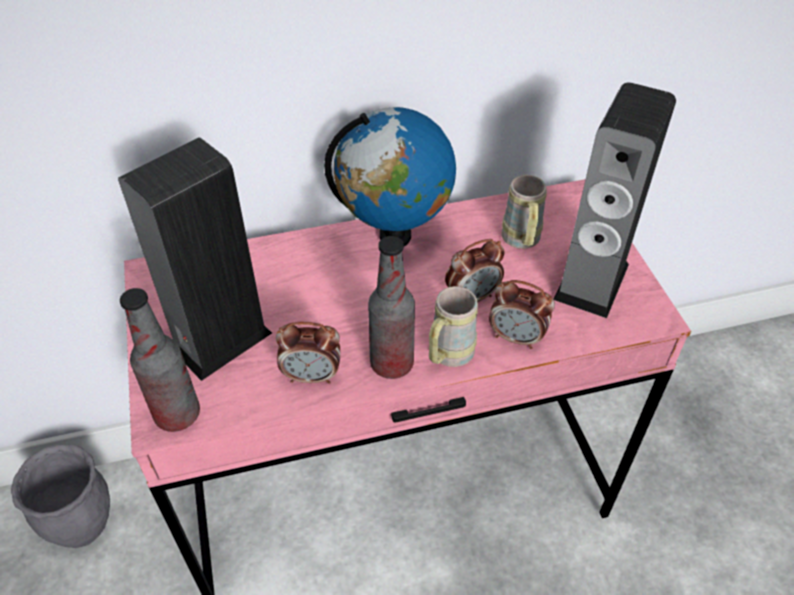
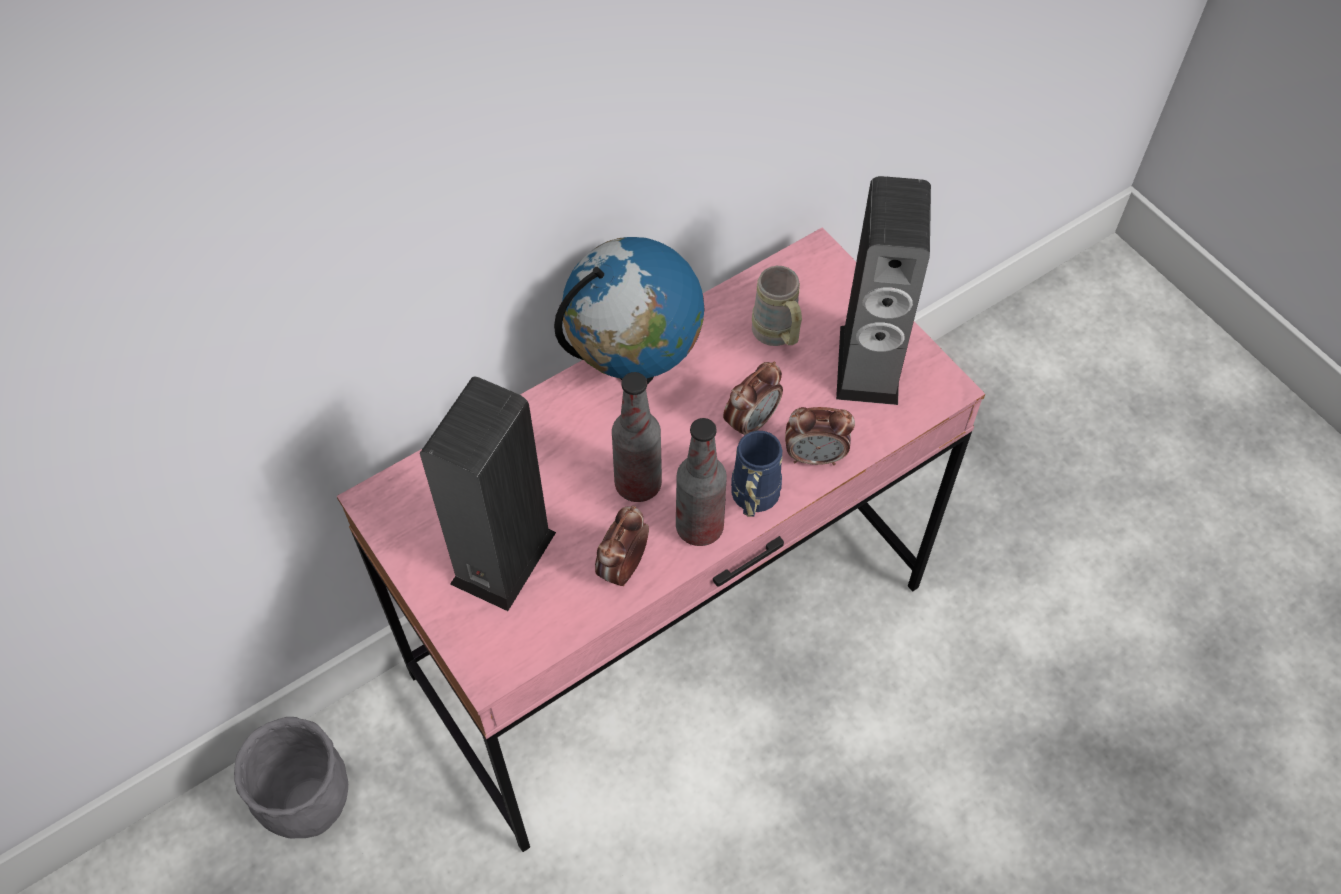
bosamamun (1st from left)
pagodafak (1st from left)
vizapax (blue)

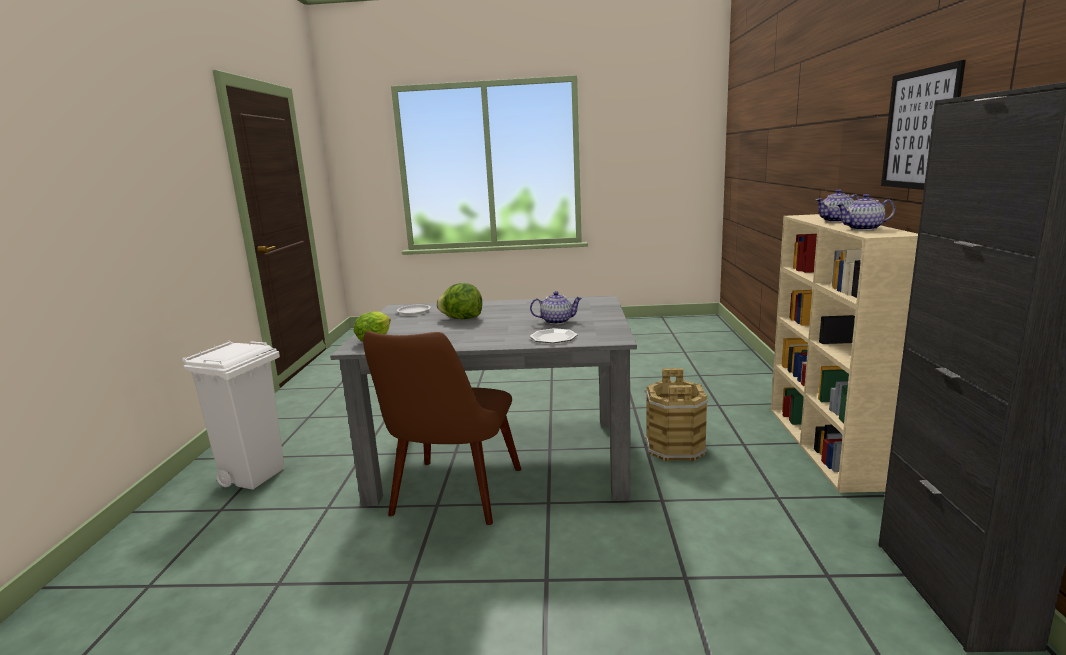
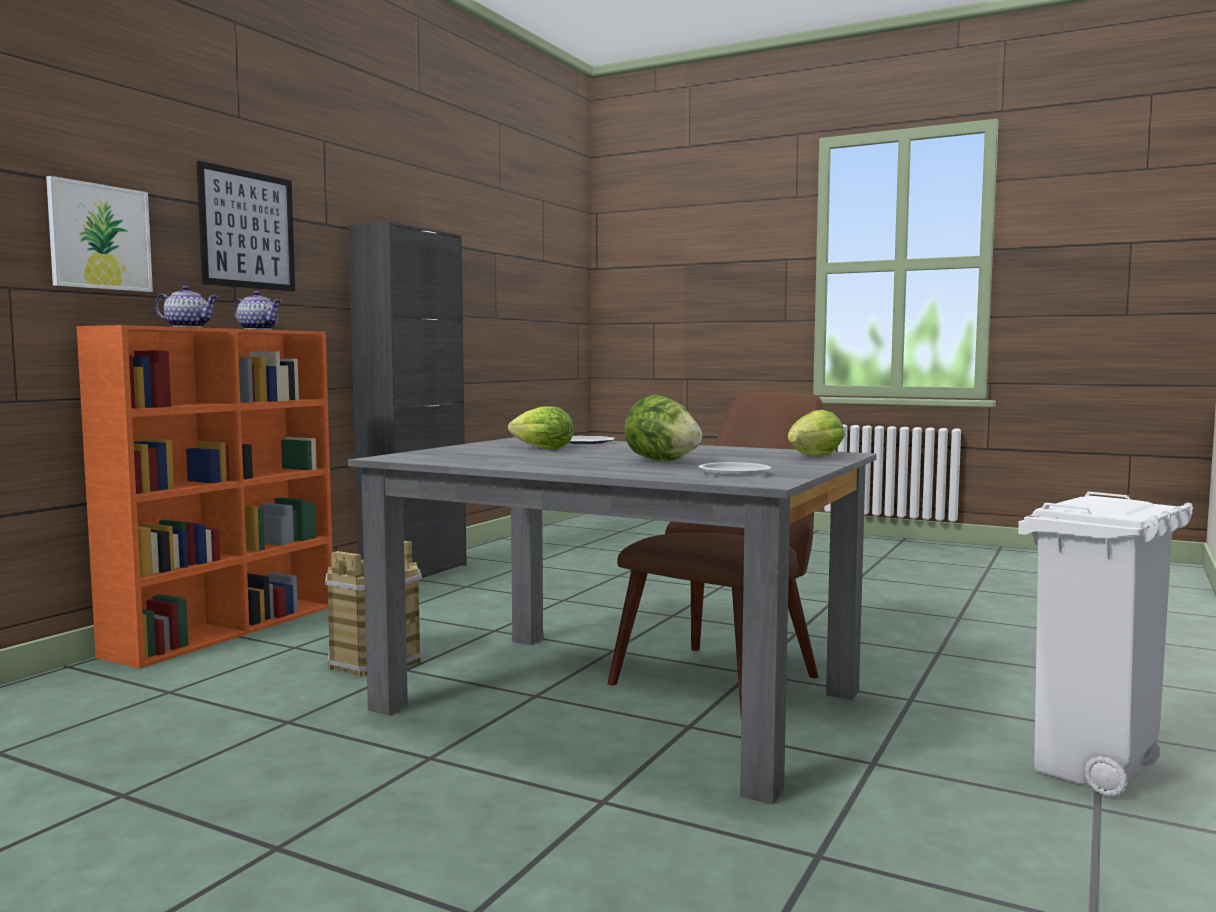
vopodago (1st from left)
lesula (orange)
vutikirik (1st from left)

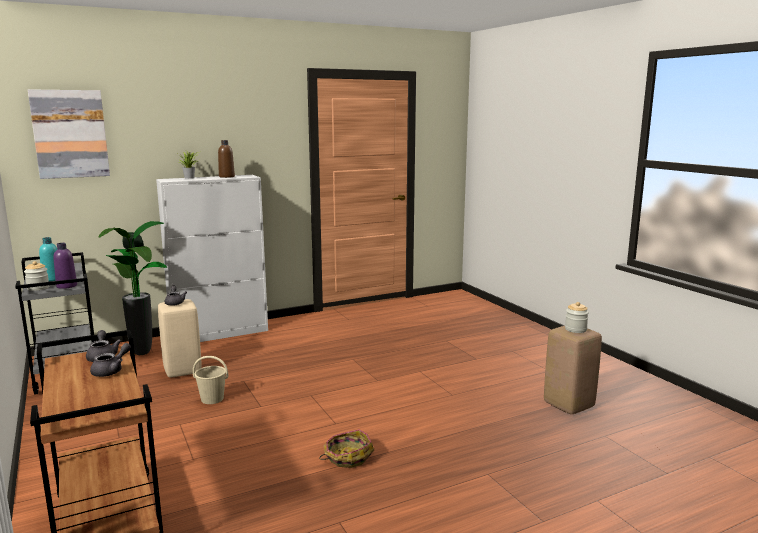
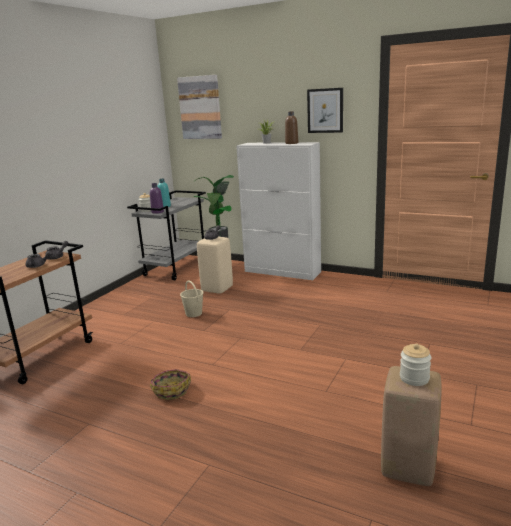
vopodago (2nd from left)

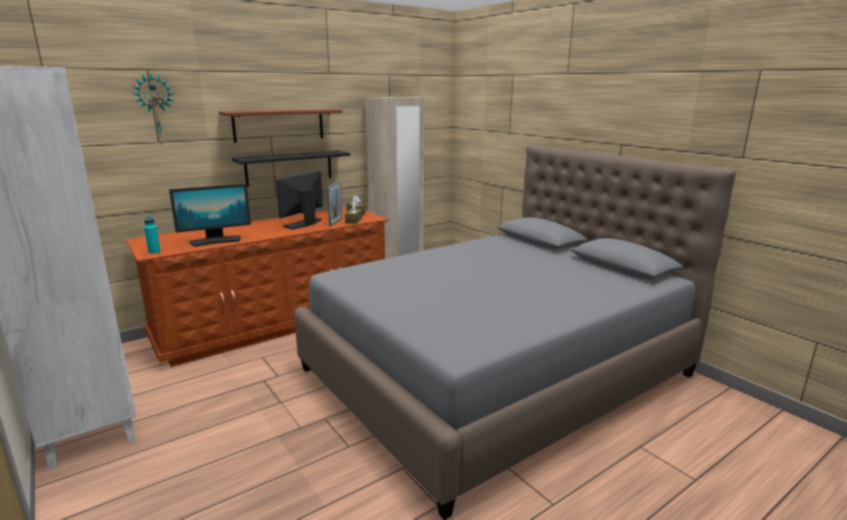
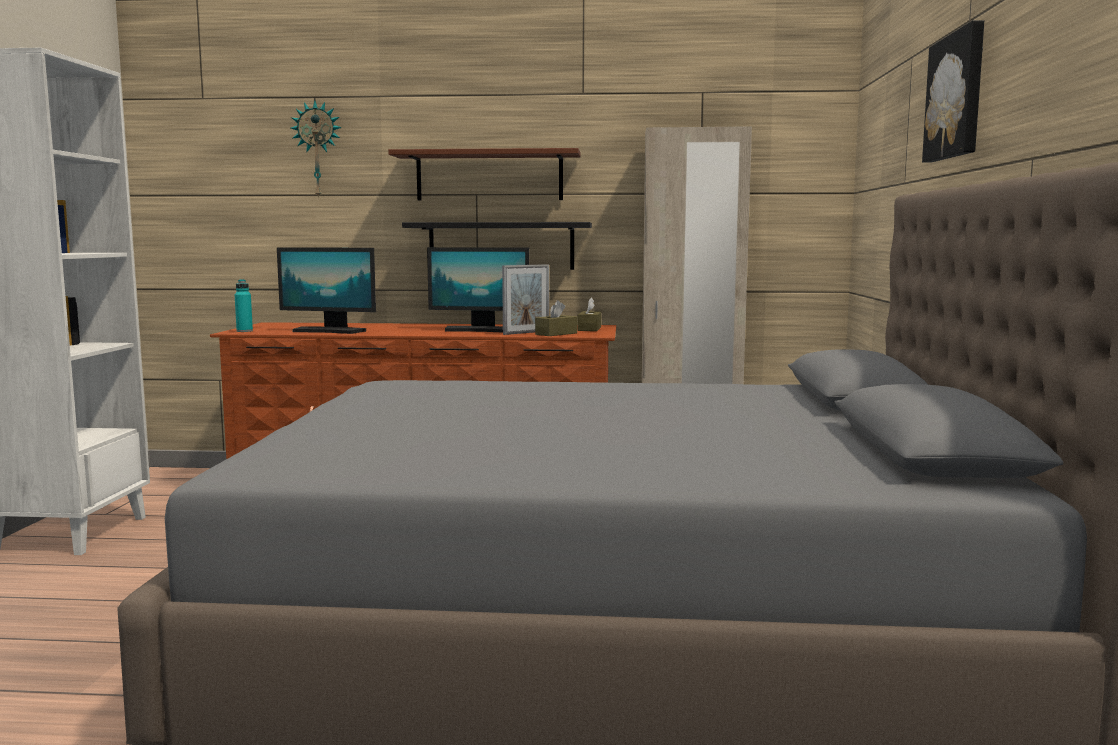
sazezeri (2nd from left)
vopodago

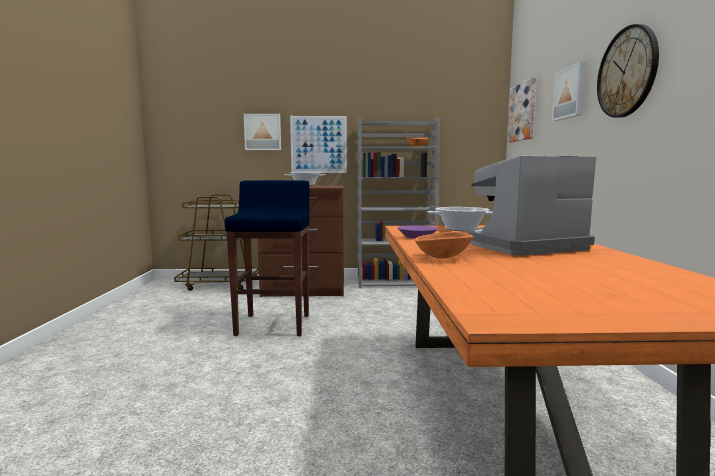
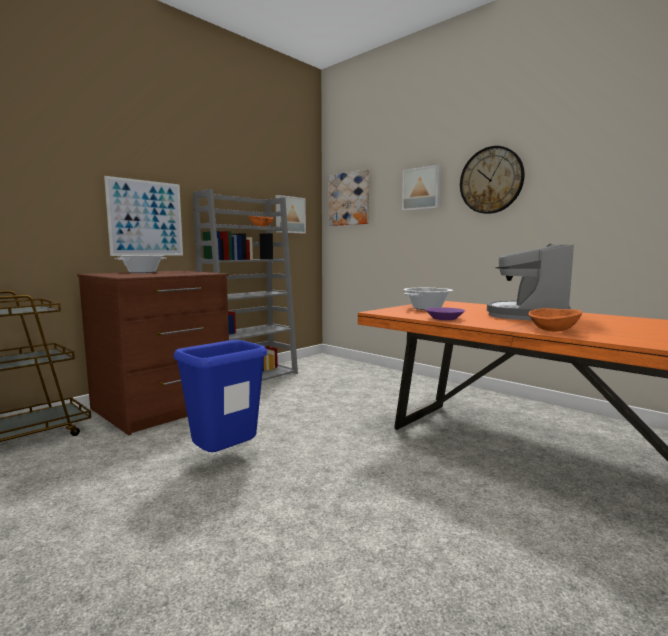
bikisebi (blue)
vopodago (2nd from left)

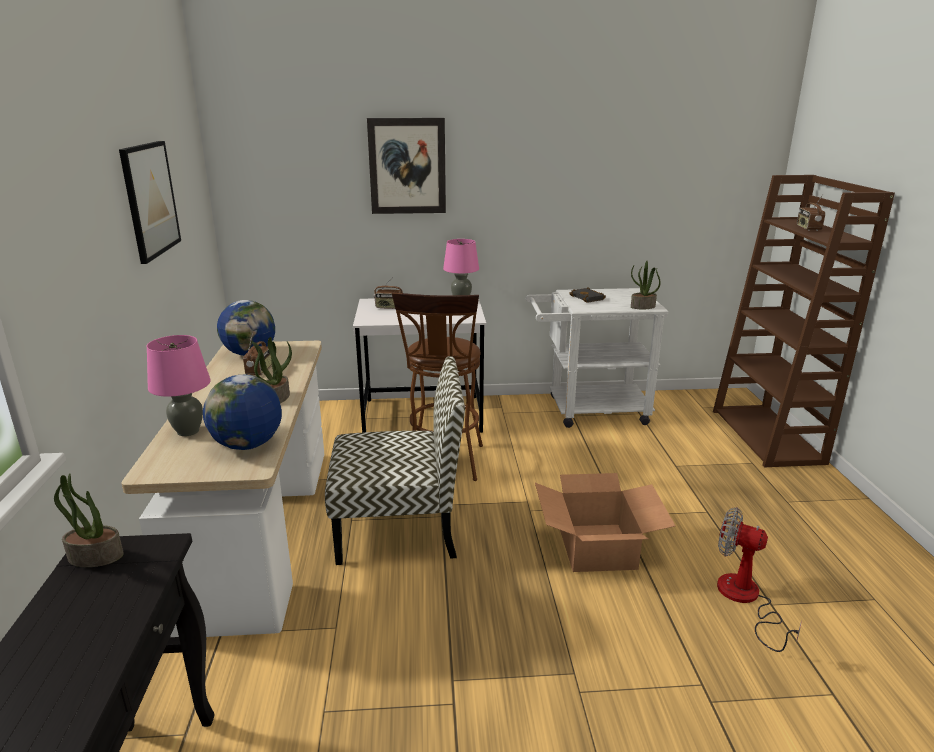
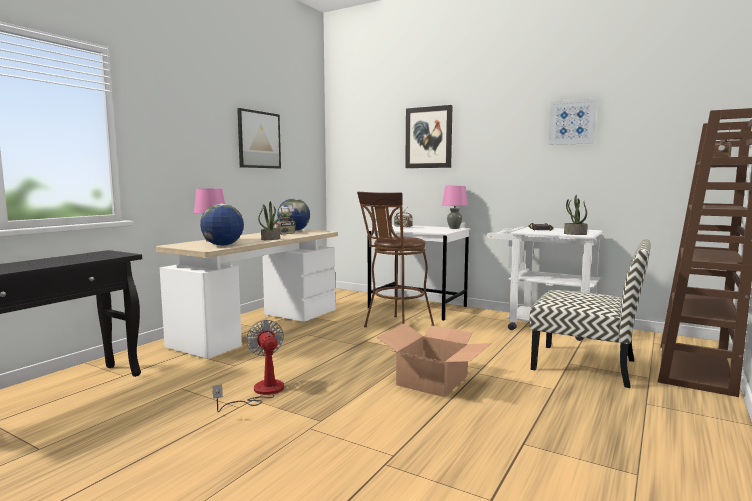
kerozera
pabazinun
vopodago (3rd from left)
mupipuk (1st from left in the first image)

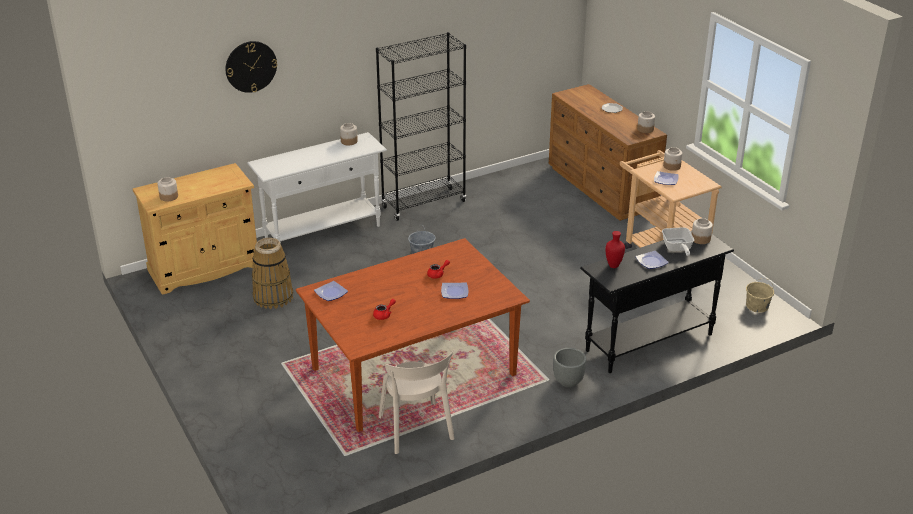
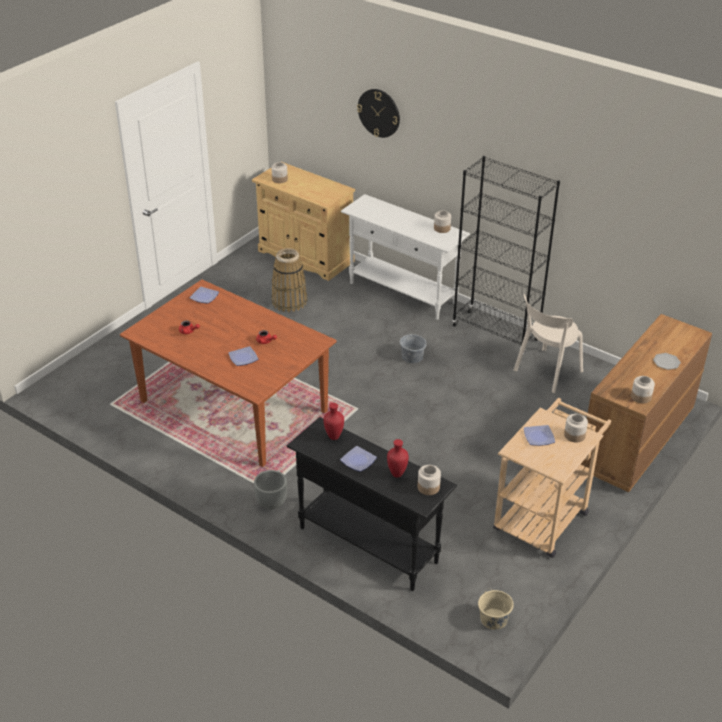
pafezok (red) (2nd from left)
pabazinun (beige)

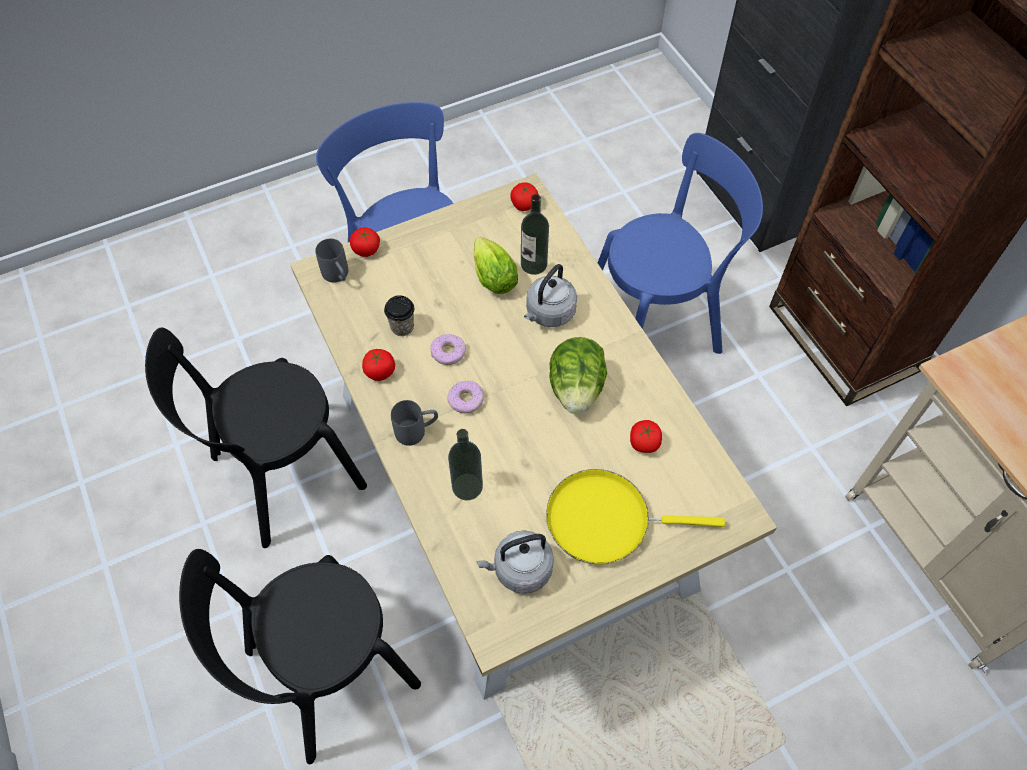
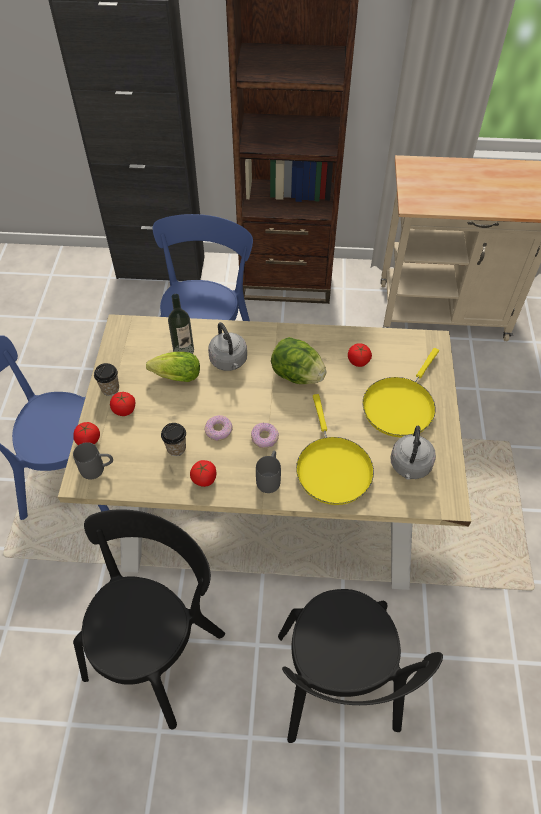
pabazinun (black) (1st from left)
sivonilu (1st from left)
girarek (2nd from left)
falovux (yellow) (1st from left)

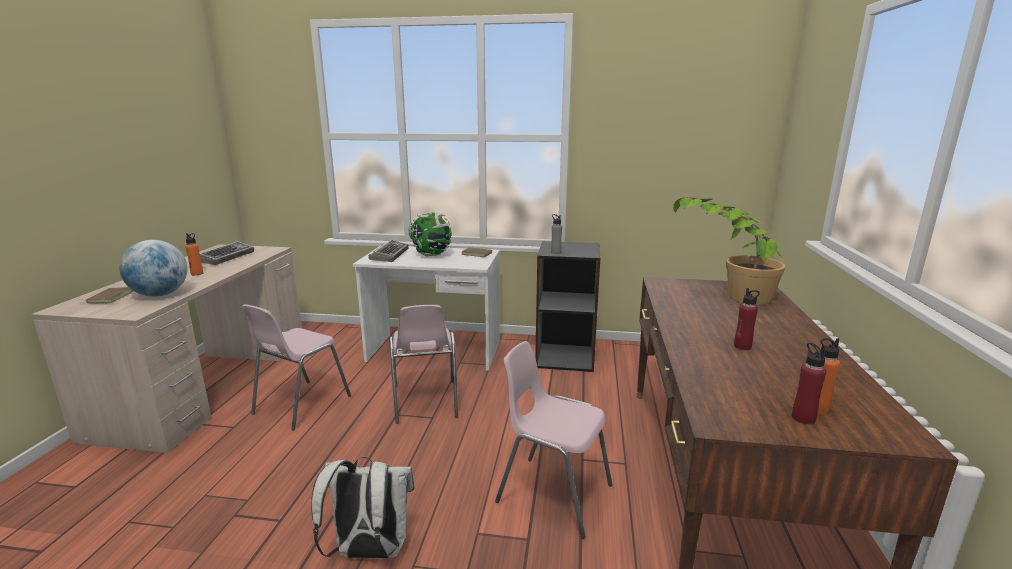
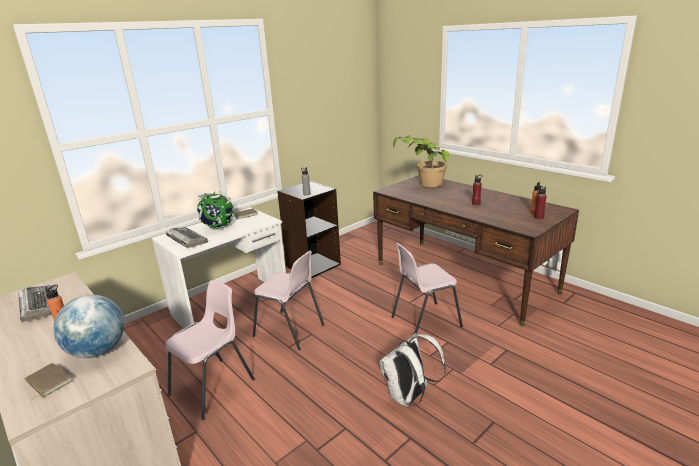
pabazinun (pink) (1st from left)

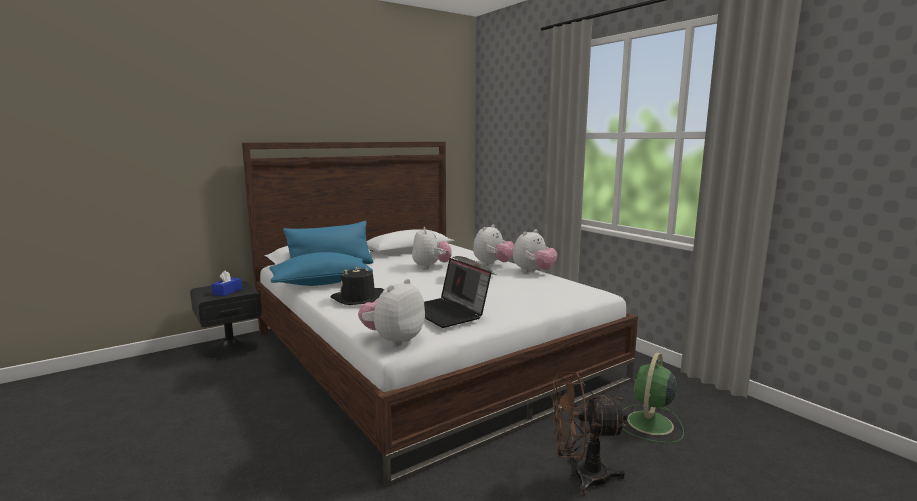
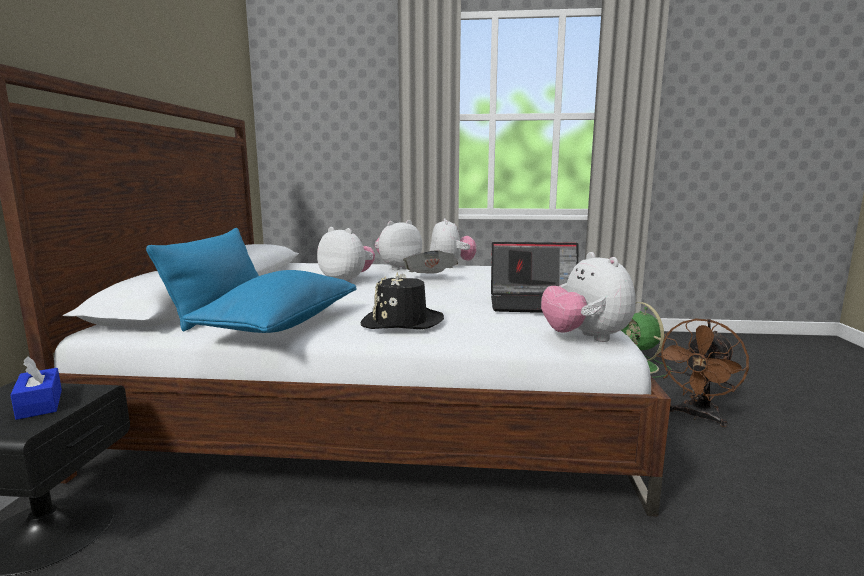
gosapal (2nd from left)

